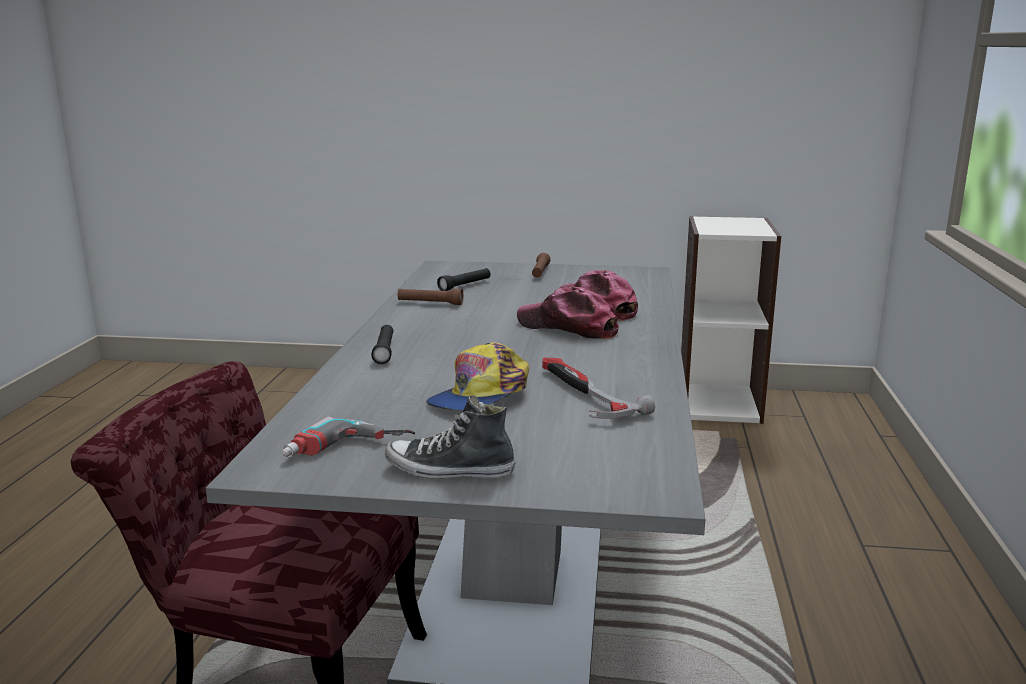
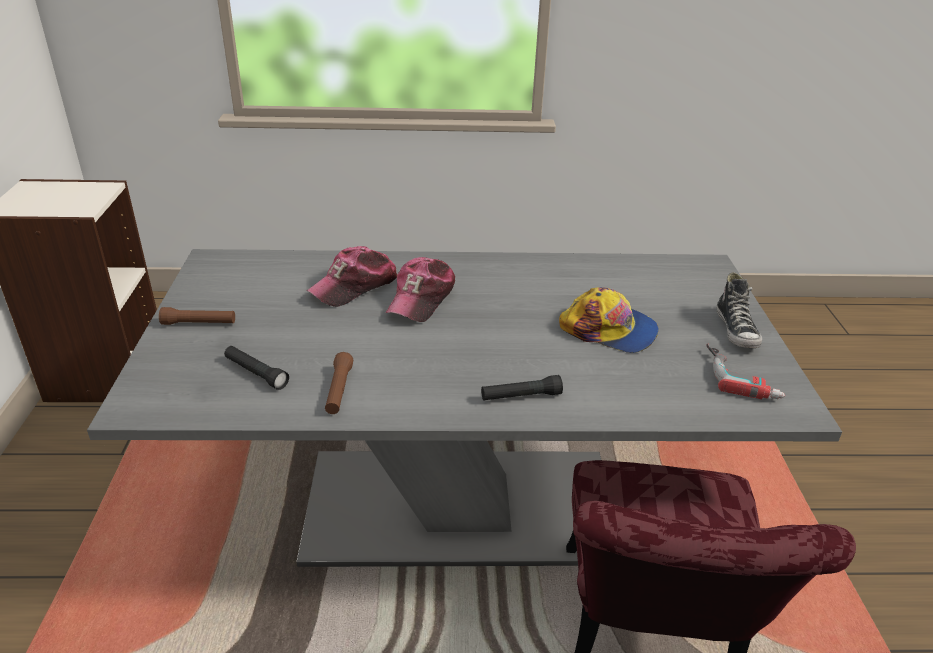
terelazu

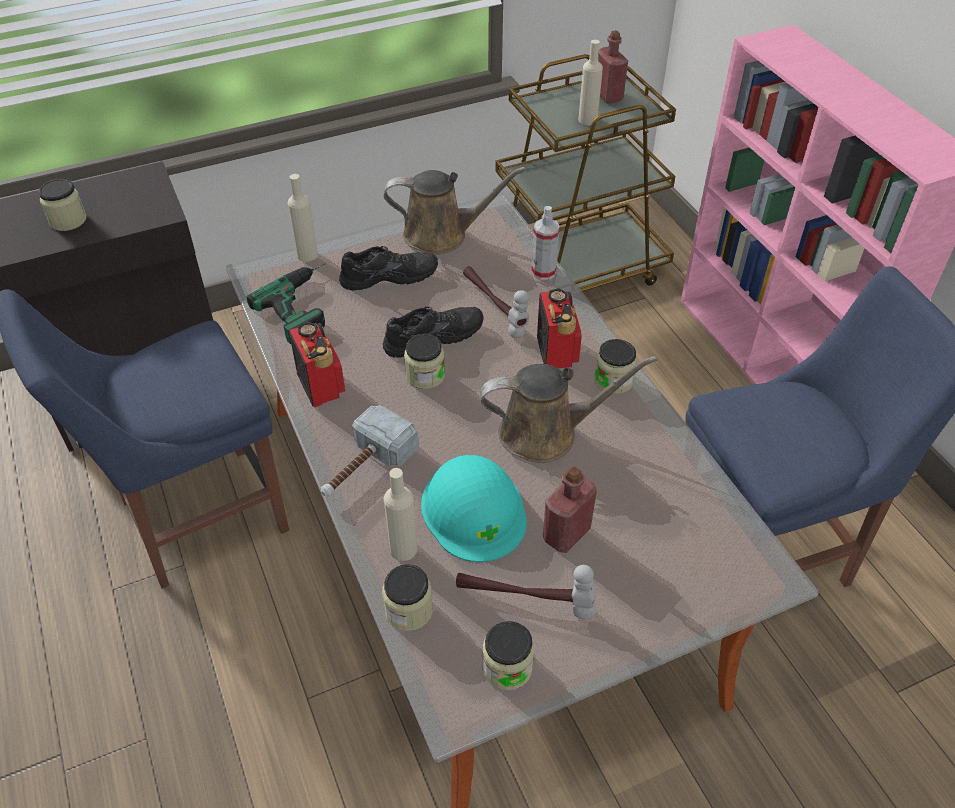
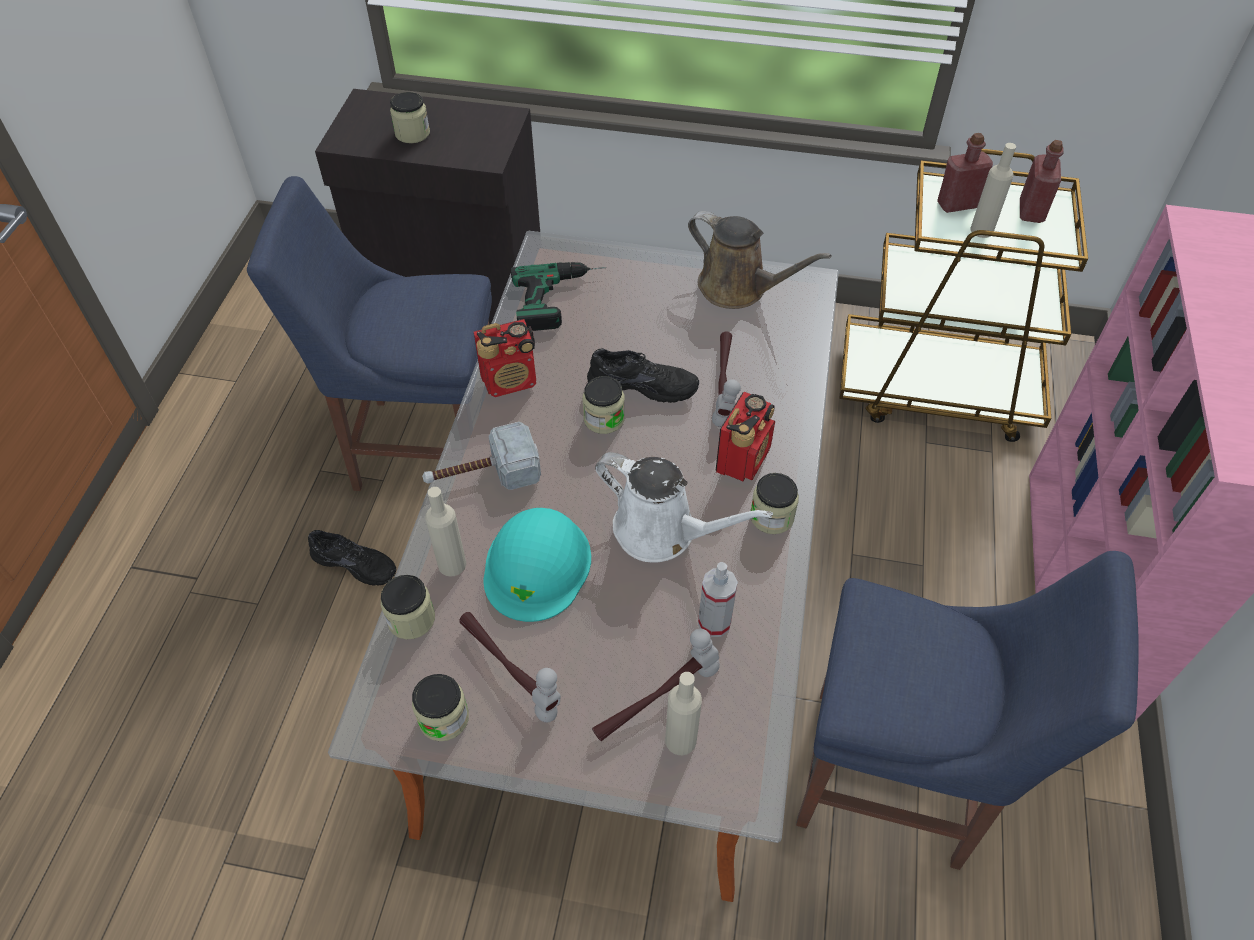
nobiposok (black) (1st from left)
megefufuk (1st from left)
terelazu (3rd from left)
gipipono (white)
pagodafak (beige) (2nd from left)
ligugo
pagodafak (red) (1st from left)

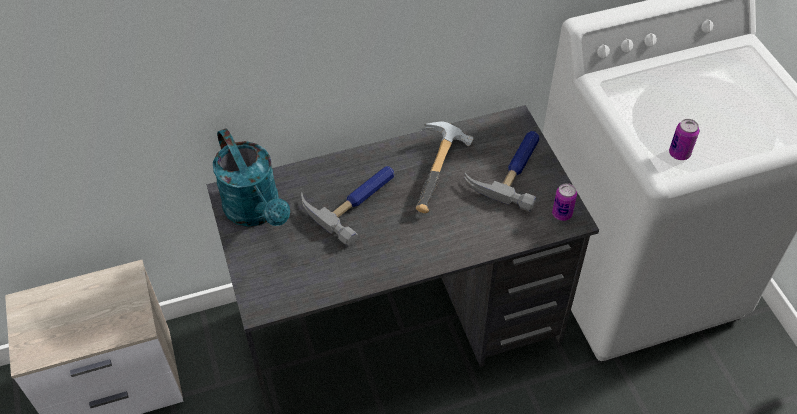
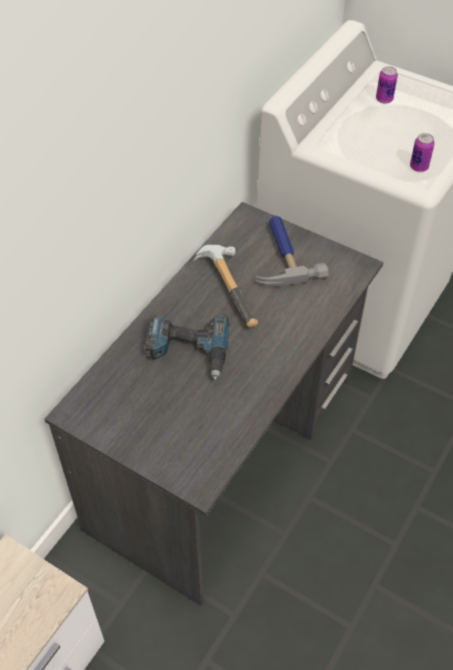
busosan
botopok (1st from left)
gipipono (turquoise)

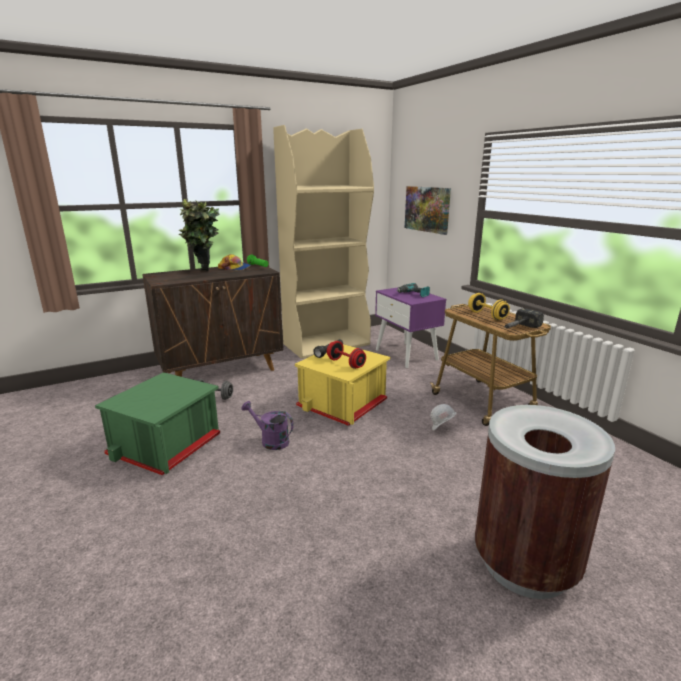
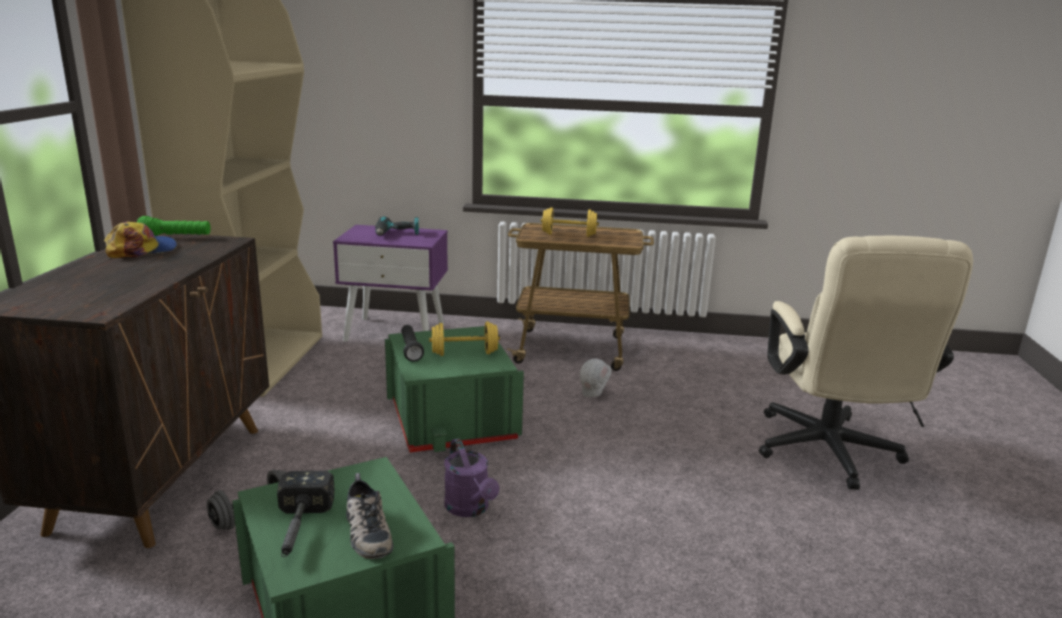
terelazu
nobiposok
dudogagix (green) (2nd from left)
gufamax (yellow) (1st from left)
gipipono (purple)
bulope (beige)
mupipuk
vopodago

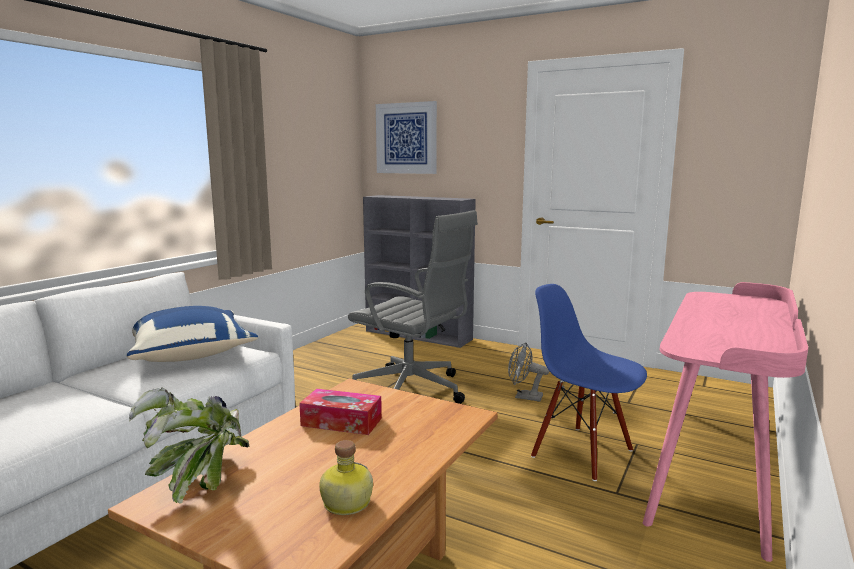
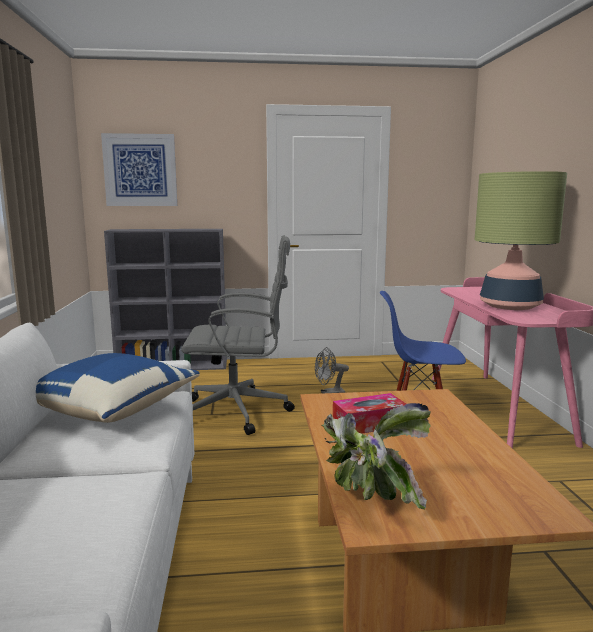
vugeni
pagodafak

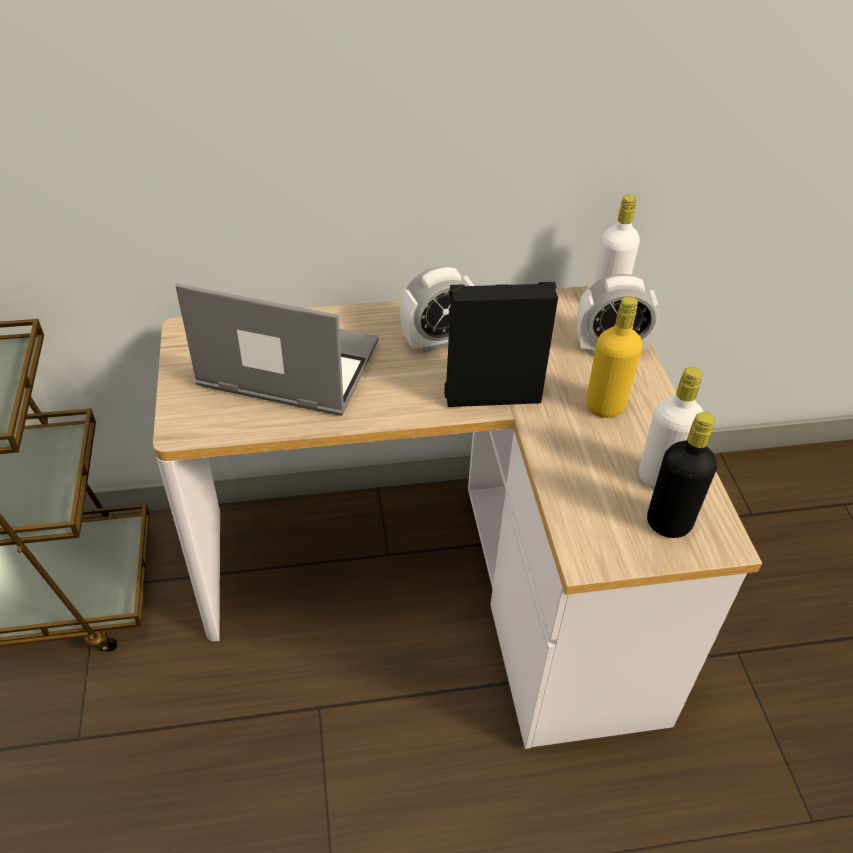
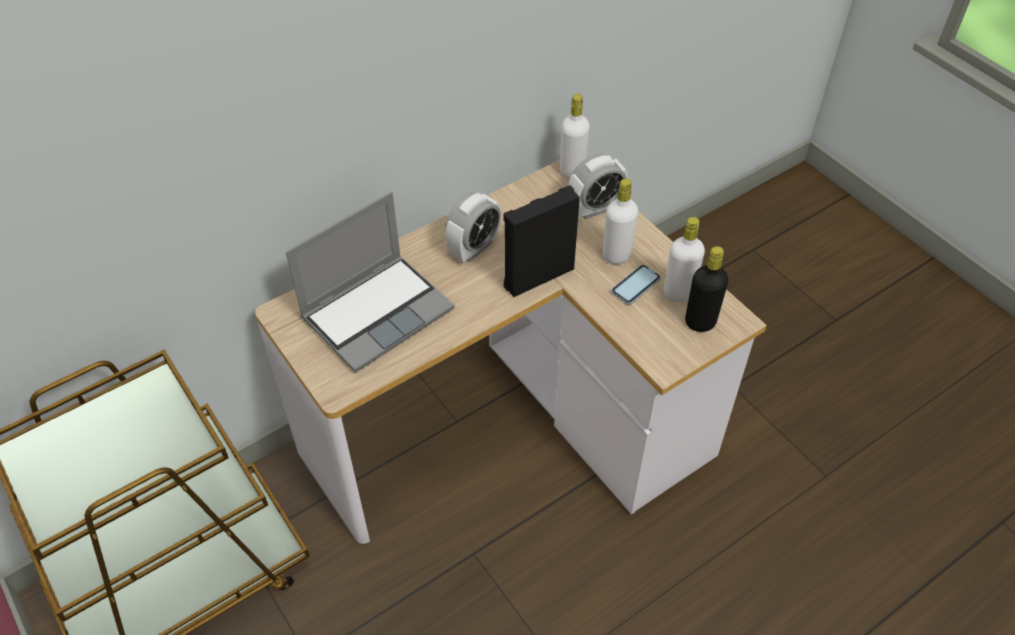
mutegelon
pagodafak (white) (2nd from left)
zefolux

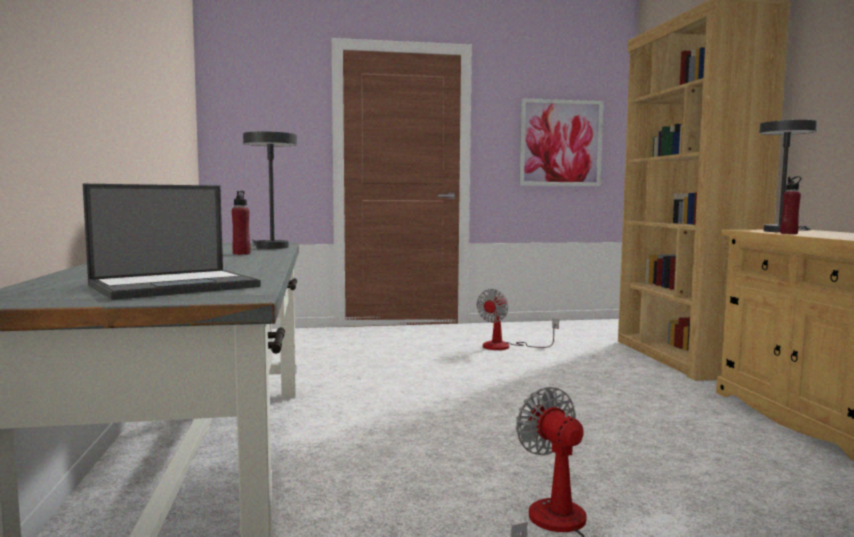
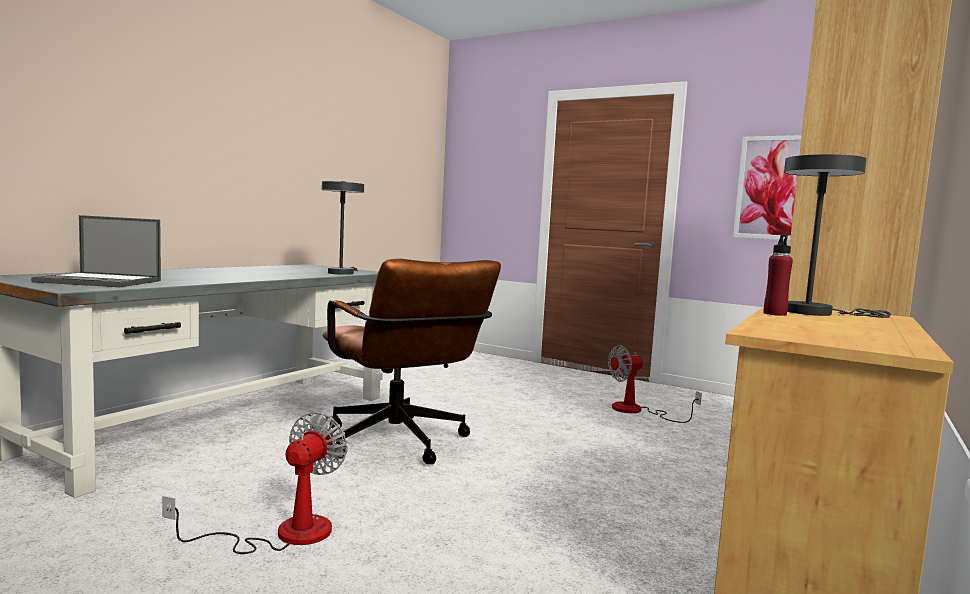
bulope (brown)
pagodafak (red) (1st from left in the first image)

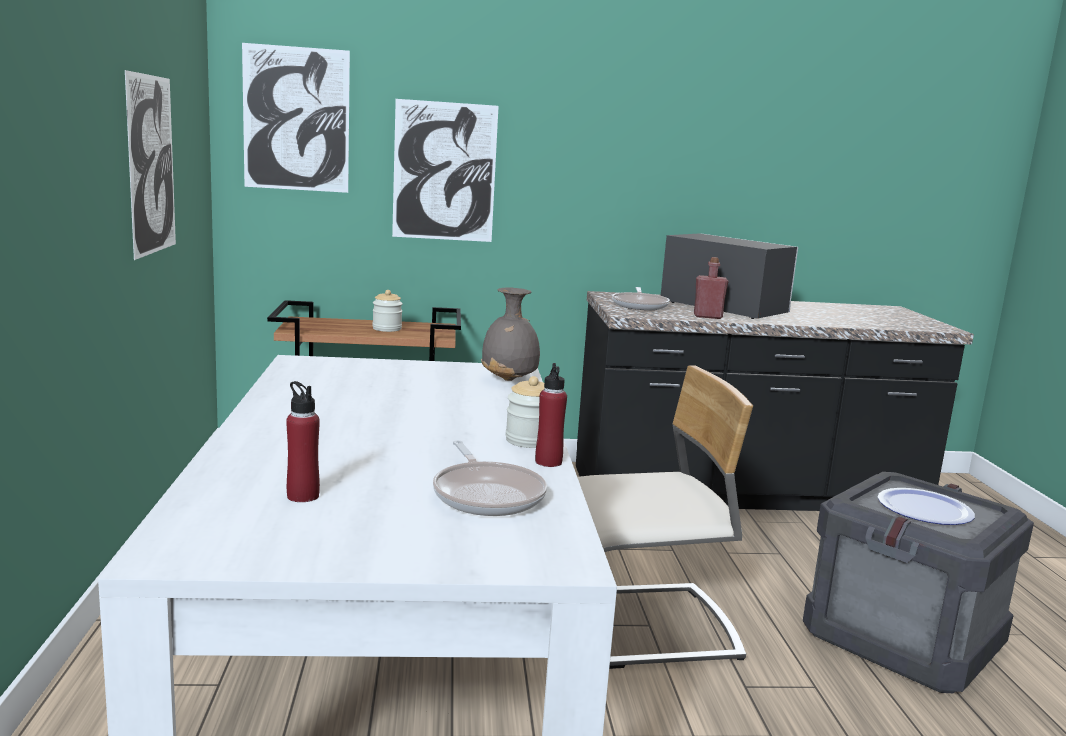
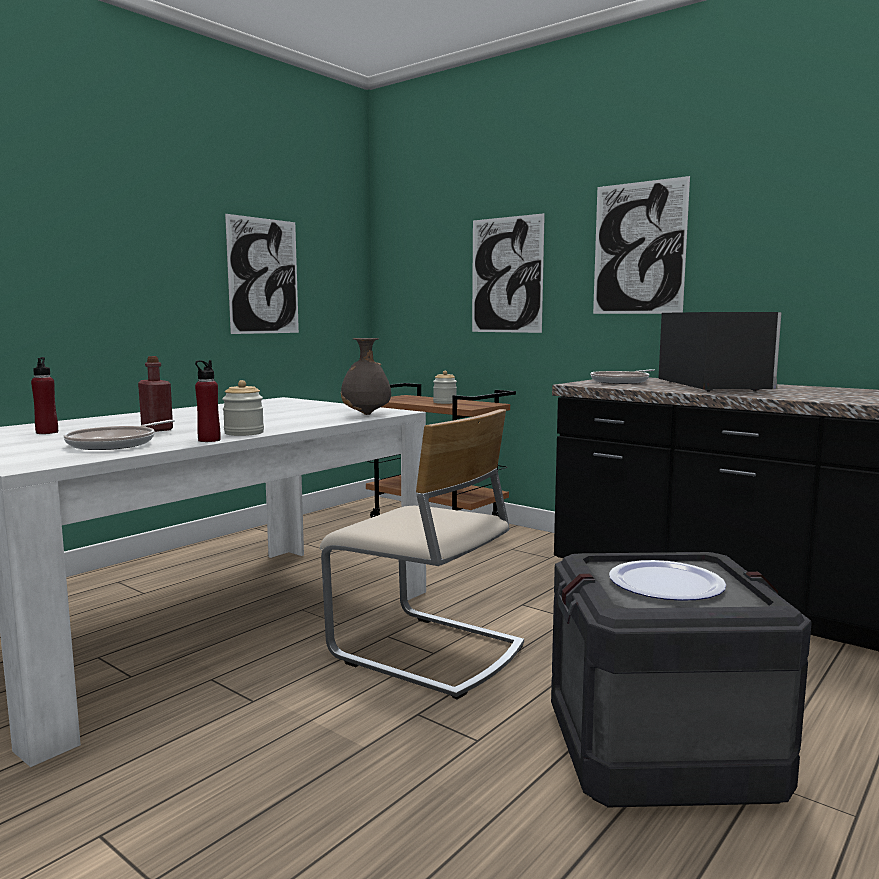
pagodafak (red) (2nd from left)
vopodago (3rd from left)

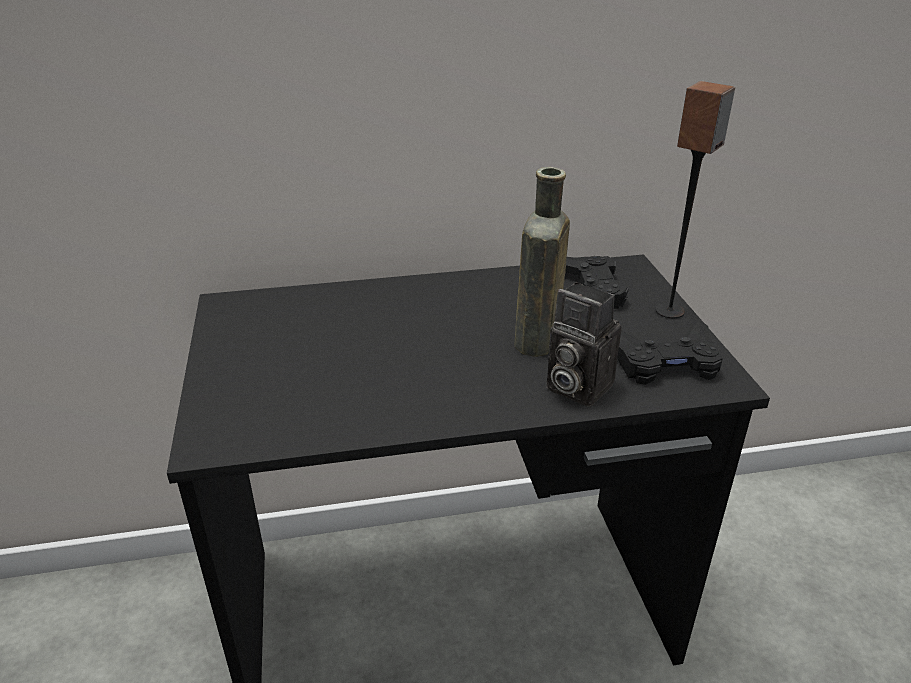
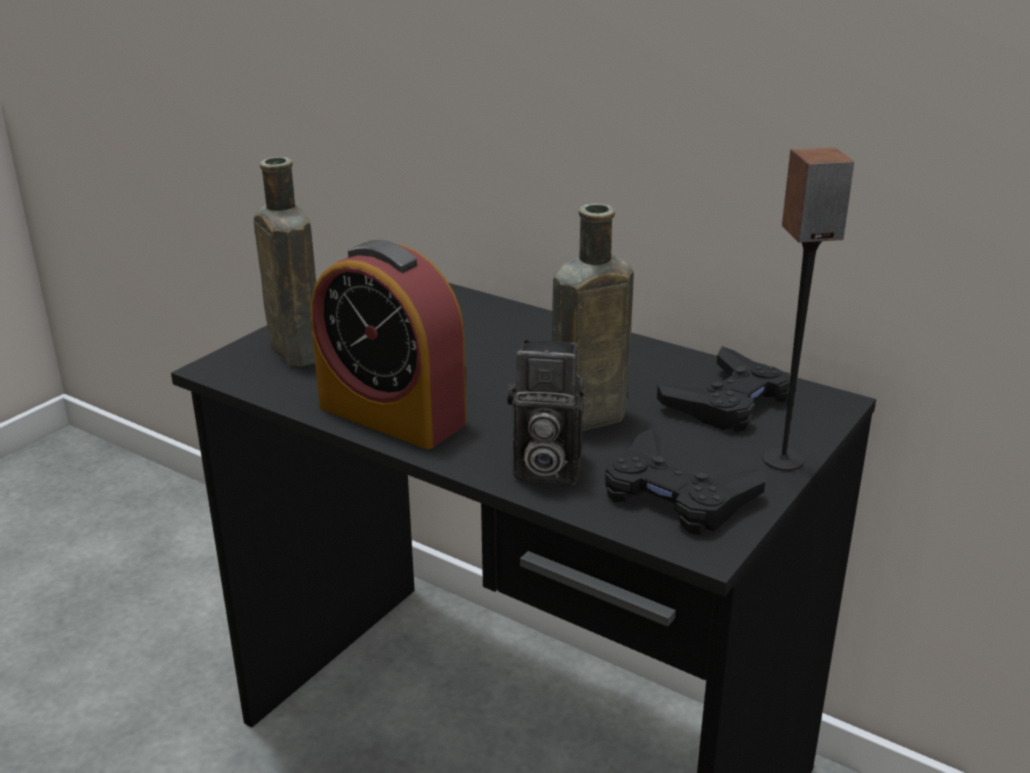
pagodafak (brown) (1st from left)
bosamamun
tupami

